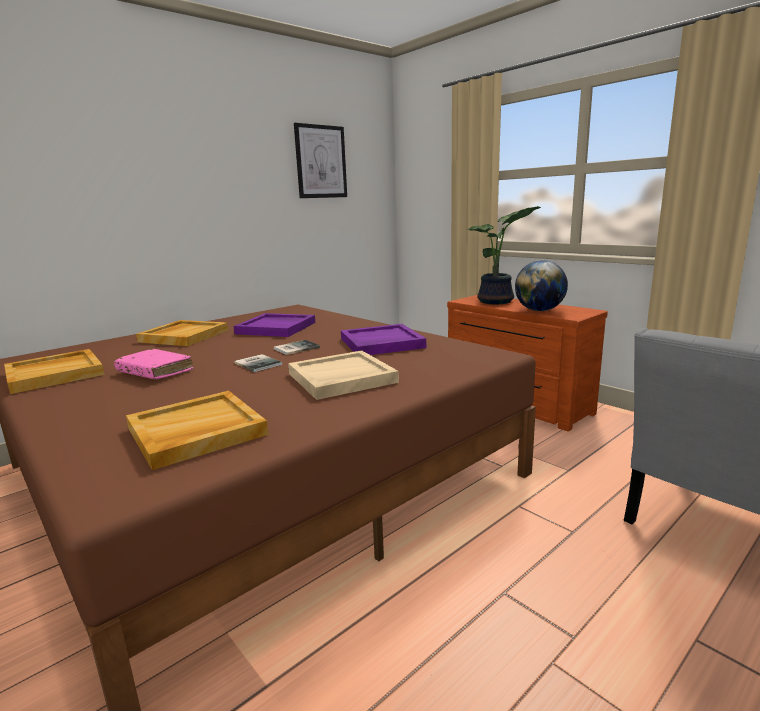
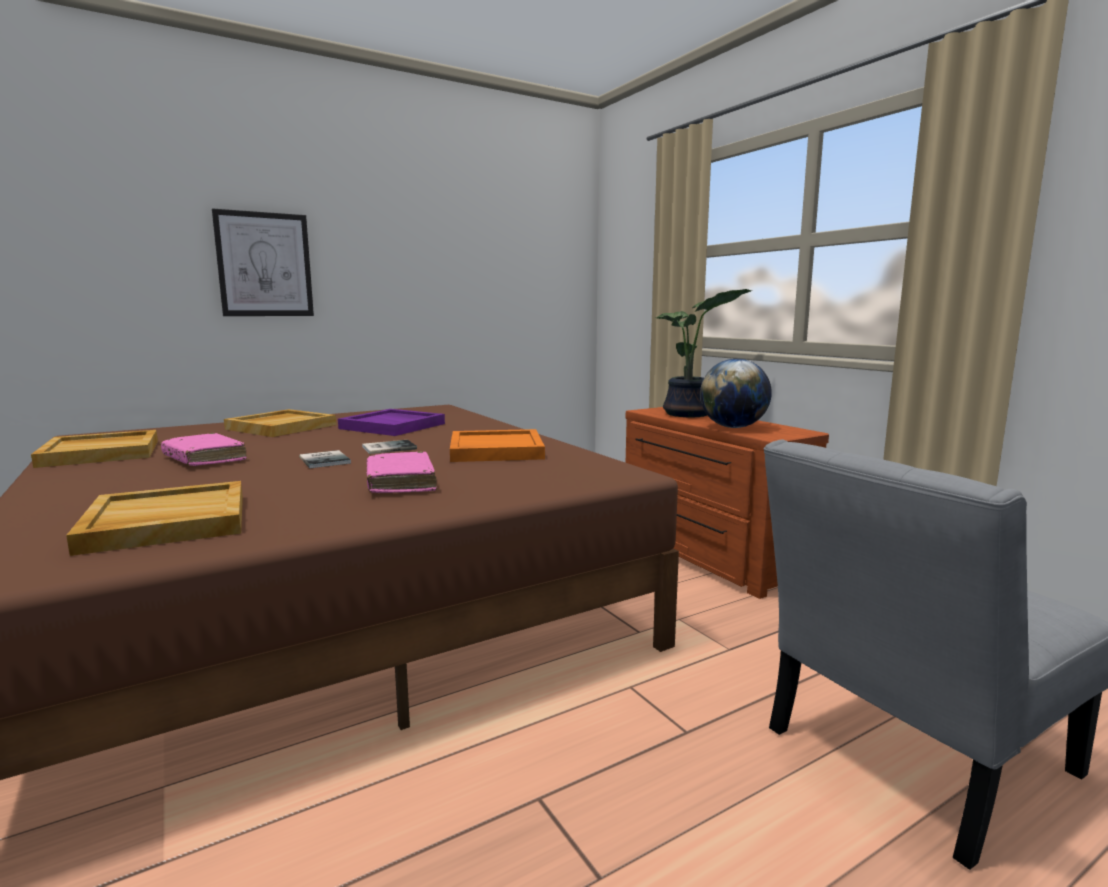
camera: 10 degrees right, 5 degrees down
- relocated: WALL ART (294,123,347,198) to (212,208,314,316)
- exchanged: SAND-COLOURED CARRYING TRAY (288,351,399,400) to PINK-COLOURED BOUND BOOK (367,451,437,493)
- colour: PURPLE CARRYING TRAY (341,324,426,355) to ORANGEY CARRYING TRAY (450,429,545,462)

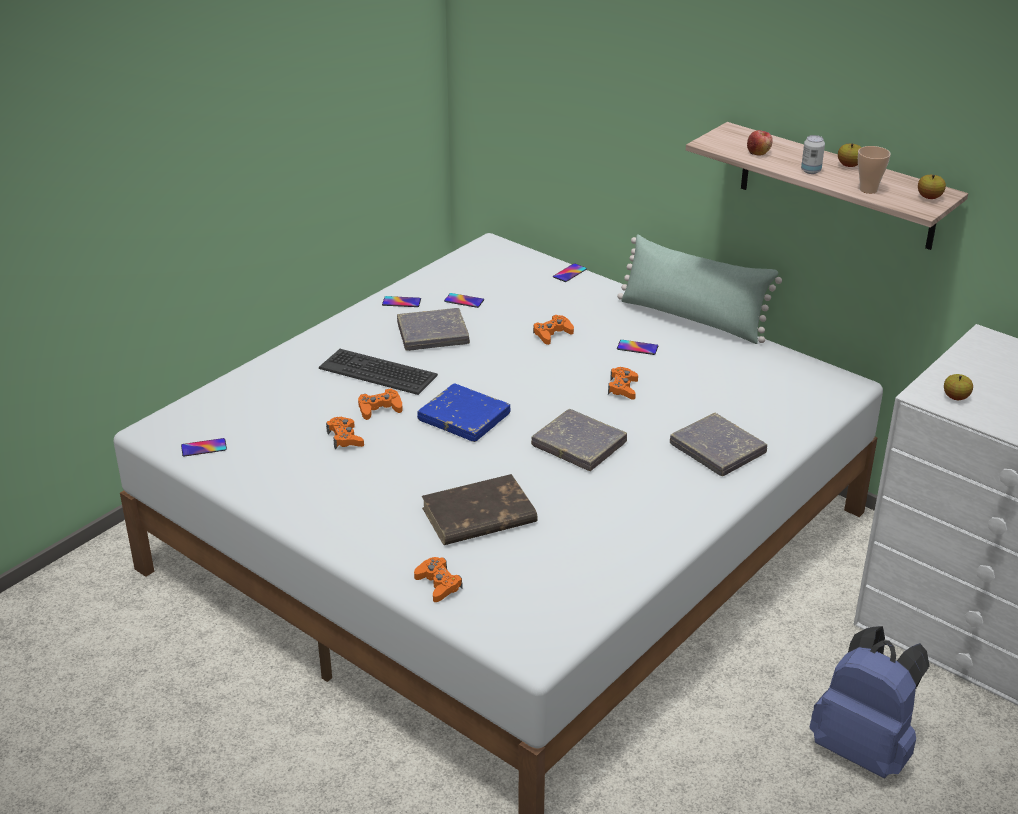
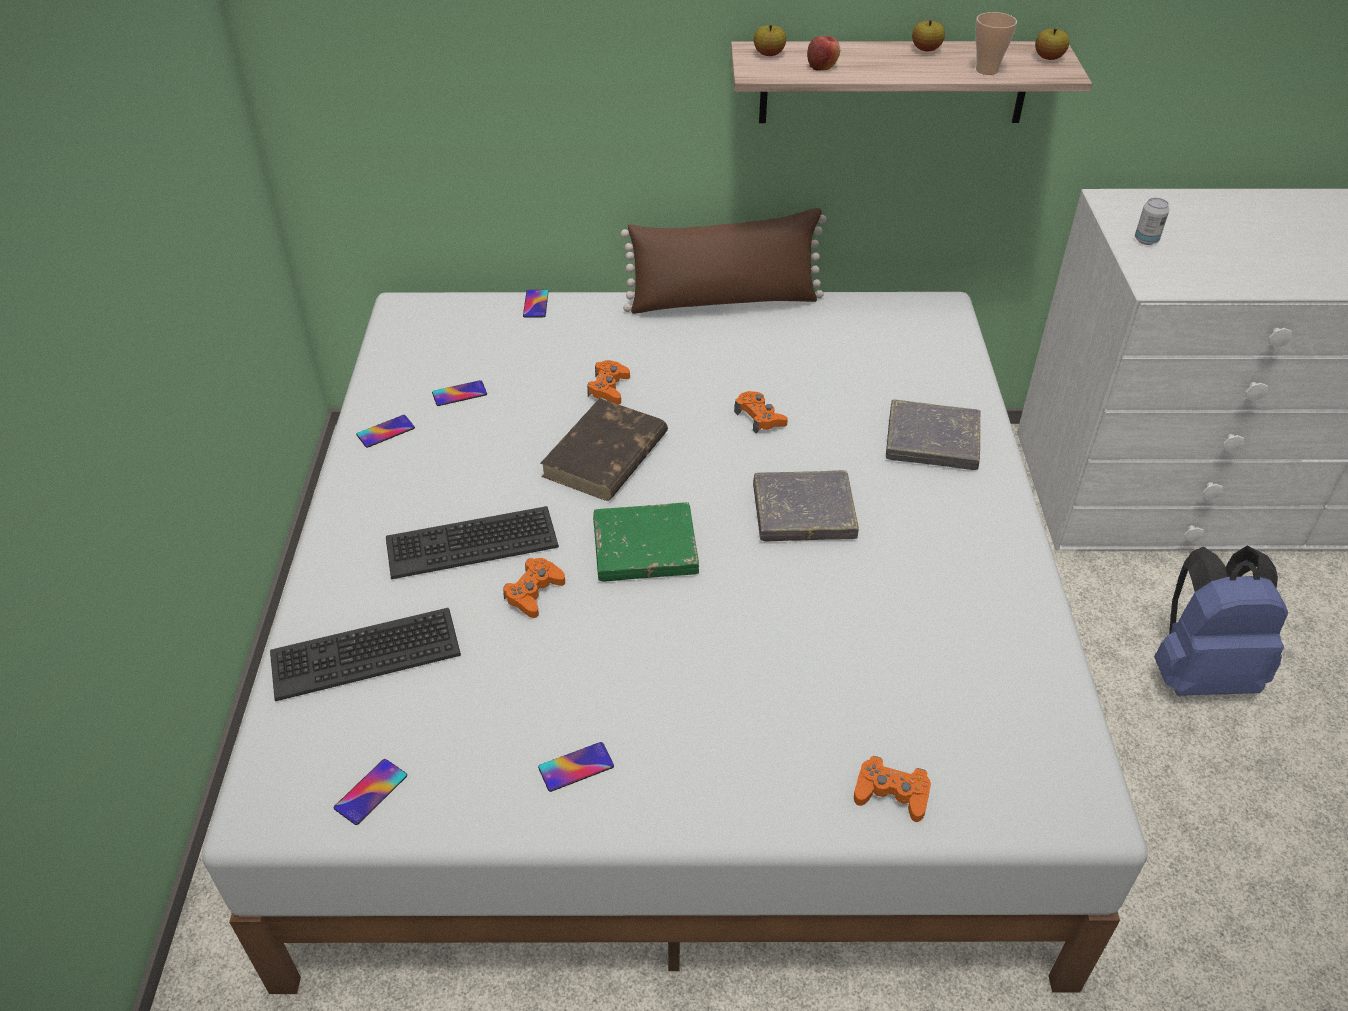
camera: 40 degrees left, 10 degrees up
- missing: ORANGEY JOYPAD (326,417,364,450)
- missing: GREYISH BOUND BOOK (397,308,470,351)
- appeared: COMPUTER KEYBOARD (270,608,461,701)
- relocated: BROWN BOUND BOOK (422,474,538,545) to (540,398,668,501)
- relocated: HANDSET (617,340,658,355) to (538,742,614,792)
- relocated: SEALED CAN (801,135,825,174) to (1135,198,1169,245)
- relocated: WHOLE APPLE (944,374,973,400) to (754,25,786,56)
- colour: BLUISH BOUND BOOK (417,383,511,442) to GREENISH BOUND BOOK (593,502,699,582)
- colour: GREENISH CUSHION (617,234,782,344) to BROWN CUSHION (621,208,827,314)

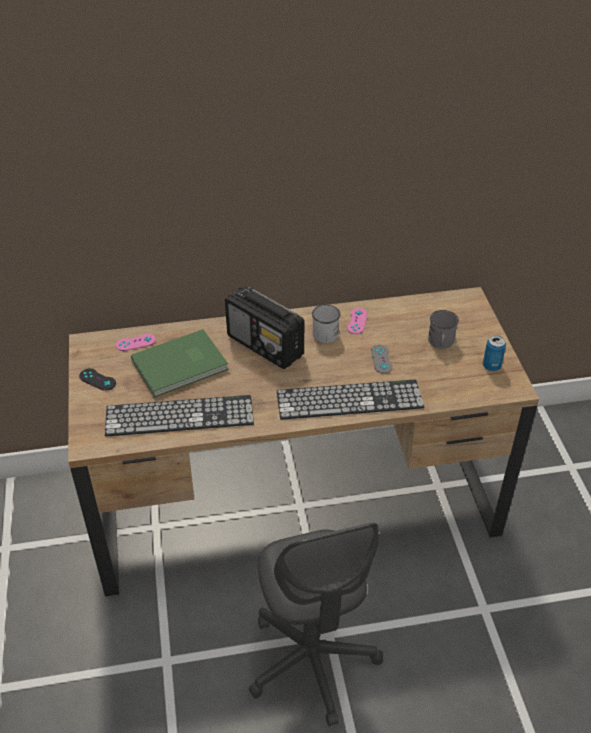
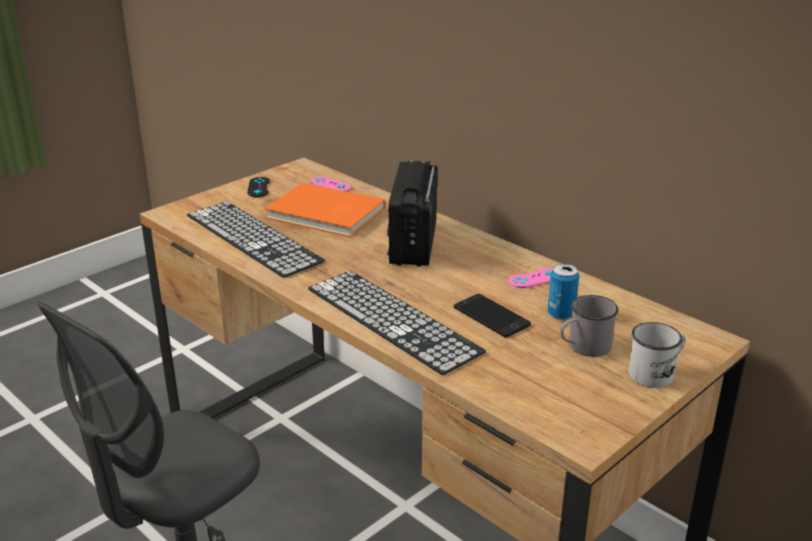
camera: 55 degrees right, 15 degrees down
- relocated: WHITISH COFFEE MUG (312,305,340,343) to (628,322,686,388)
- relocated: SEALED CAN (483,336,506,371) to (548,264,579,320)
- exchanged: GREYISH JOYPAD (371,345,393,374) to HANDSET (454,294,531,338)
- colour: GREENISH BOUND BOOK (131,329,229,398) to ORANGEY BOUND BOOK (264,183,385,237)

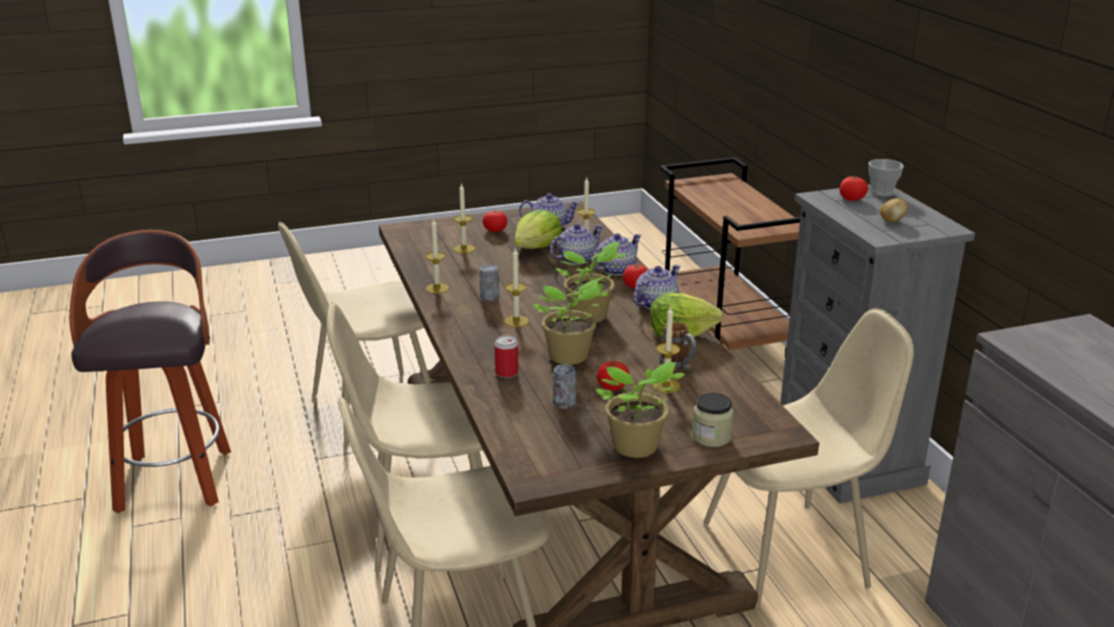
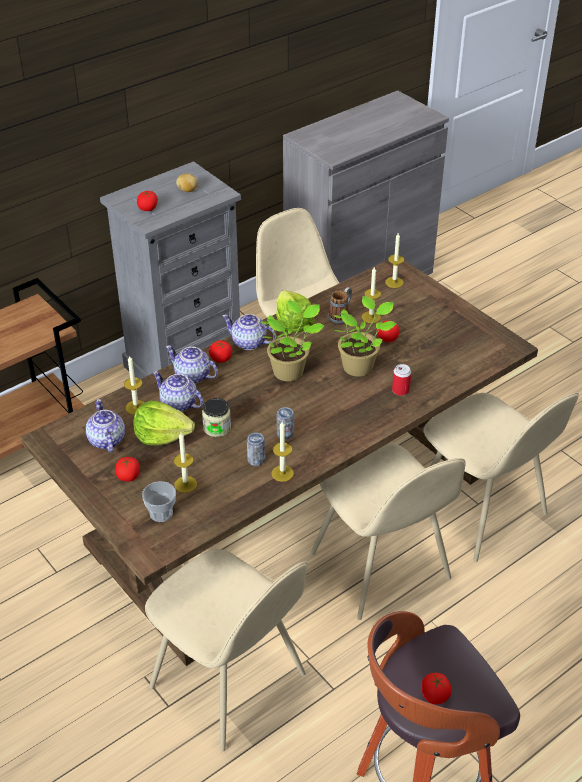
camera: 110 degrees left, 15 degrees up
- missing: HOUSEPLANT (595,362,685,458)
- appeared: FRESH TOMATO (421,673,452,704)
- relocated: WAX CANDLE (504,249,529,327) to (385,233,404,288)
- relocated: SEALED CAN (553,364,576,409) to (247,433,265,466)
- relocated: JAR (692,393,733,447) to (202,398,231,437)
- relocated: SMALL CUP (869,159,903,197) to (142,481,176,522)

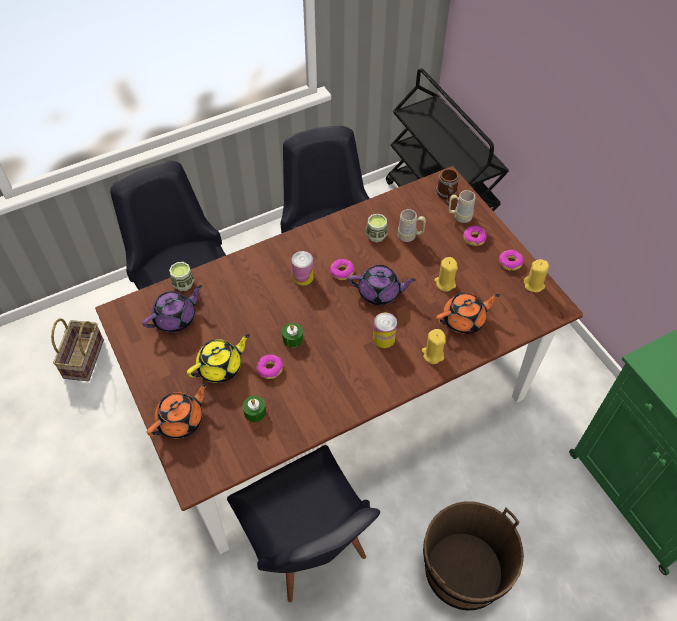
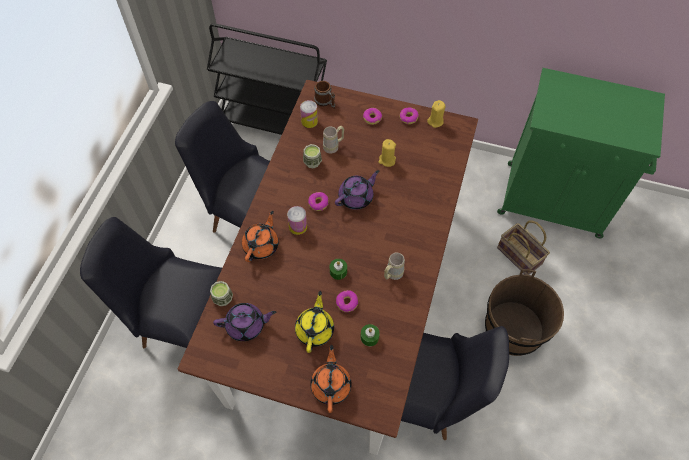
camera: 45 degrees left, 5 degrees up
- missing: YELLOW-COLOURED WAX CANDLE (422,329,446,364)
- relocated: STORAGE BASKET (51,318,104,381) to (497,221,550,275)
- relocated: SEALED CAN (373,313,397,348) to (300,100,318,128)
- relocated: ORANGEY TEA POT (436,292,500,334) to (242,211,278,262)
- relocated: SAND-COLOURED COFFEE MUG (448,190,475,223) to (384,253,405,280)
- spun: PURPLE TEA POT (142,285,202,333) = (213,303,276,341) 75 degrees clockwise

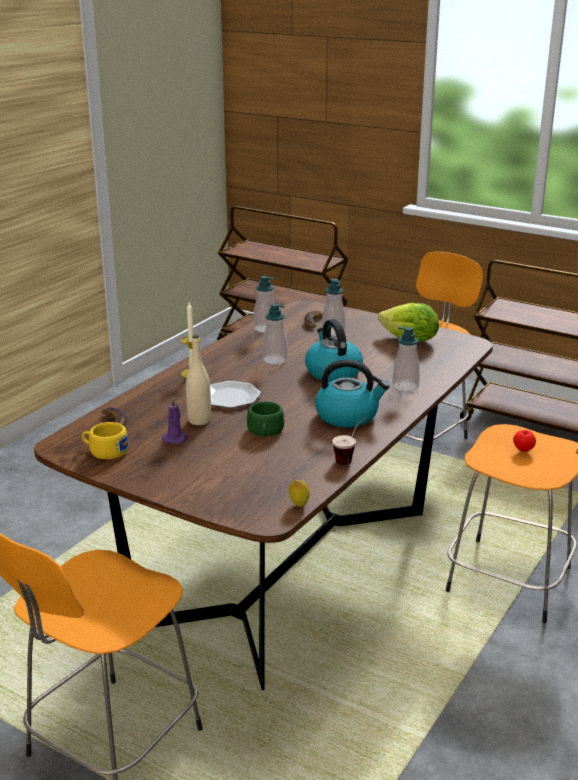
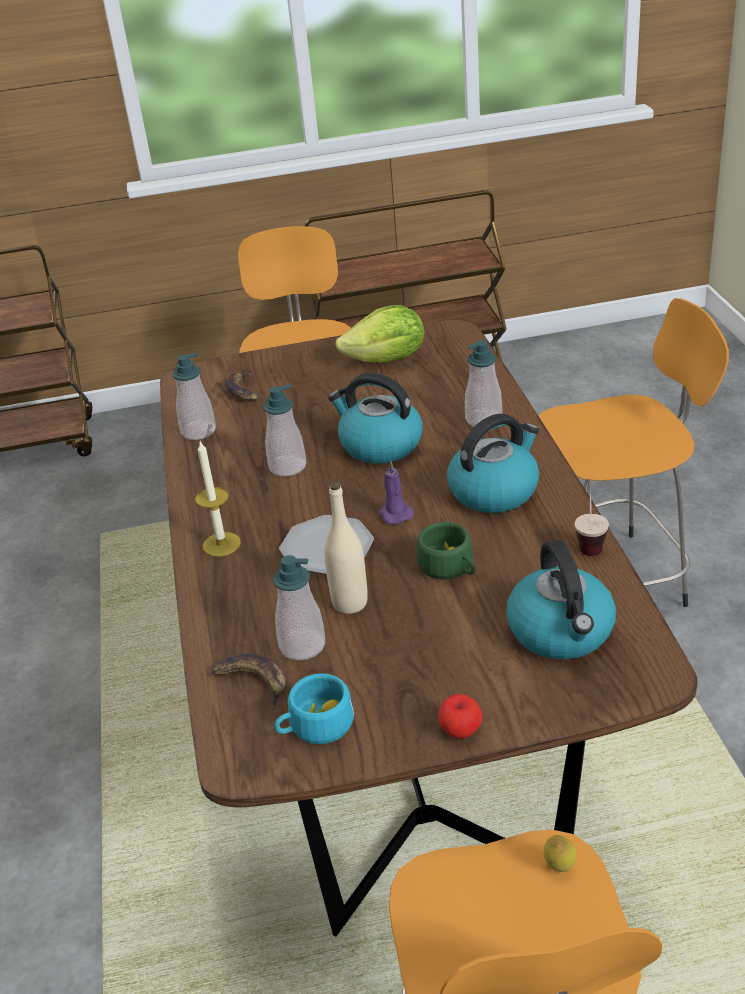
camera: 40 degrees left, 10 degrees up
- appeared: KETTLE (506,540,616,660)
- relocated: PURPLE WAX CANDLE (162,397,188,444) to (378,461,414,524)
- relocated: WHOLE LEMON (289,480,310,507) to (544,835,577,872)
- relocated: SOAP BOTTLE (322,279,346,336) to (273,555,325,660)
- relocated: WHOLE APPLE (513,430,536,452) to (438,694,483,739)
- colour: YELLOW-COLOURED SMALL CUP (82,422,129,459) to BLUE-GREEN SMALL CUP (274,673,354,744)

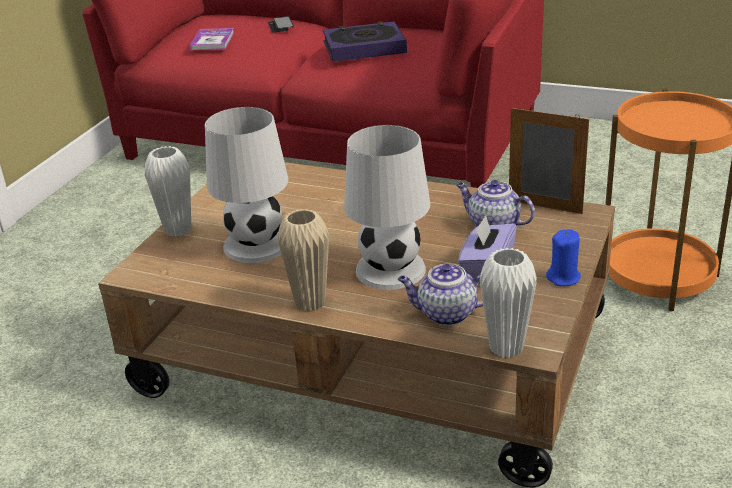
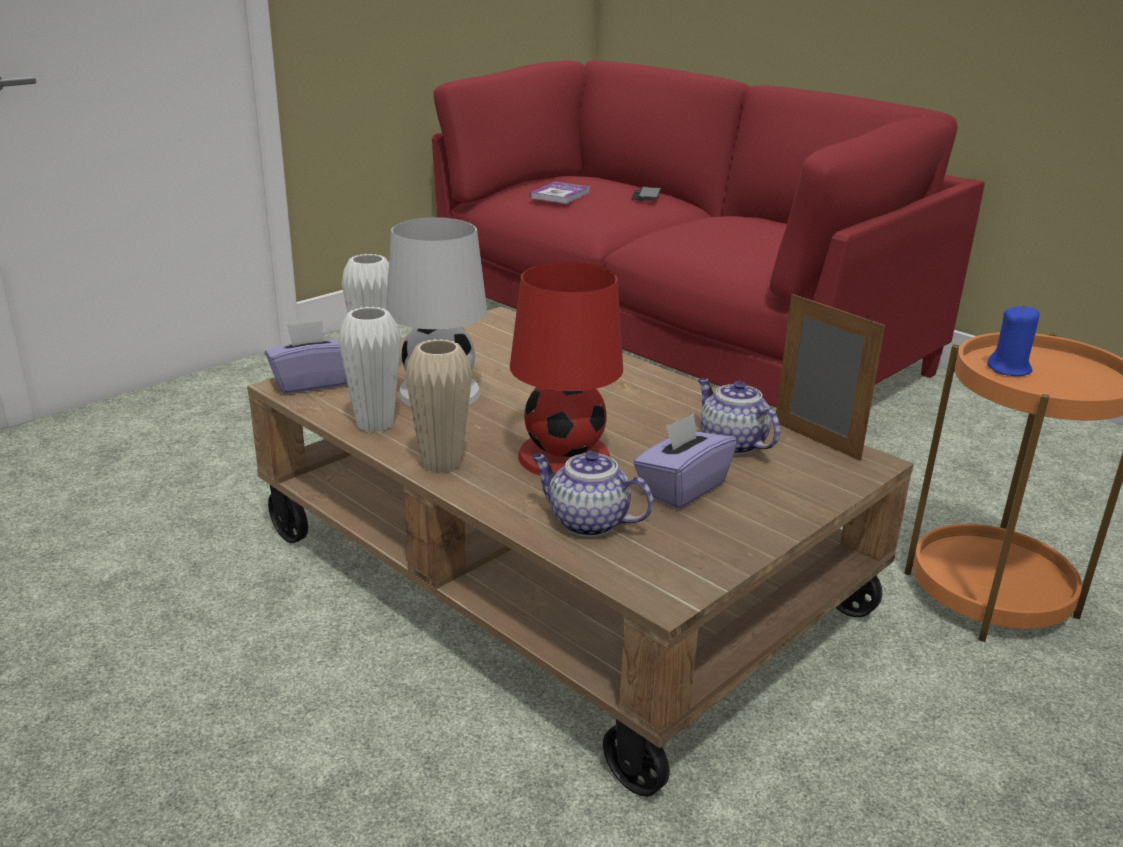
camera: 20 degrees right, 5 degrees down
- missing: BOUND BOOK (323,21,407,62)
- appeared: PURPLE TISSUE HOLDER (265,321,347,394)
- relocated: WHITISH FLOWER VASE (480,248,537,358) to (338,307,401,433)
- relocated: BLUISH WAX CANDLE (546,229,581,286) to (987,305,1039,376)
- colour: WHITISH LAMP FOR A TABLE (344,125,430,290) to RED-COLOURED LAMP FOR A TABLE (510,262,623,476)

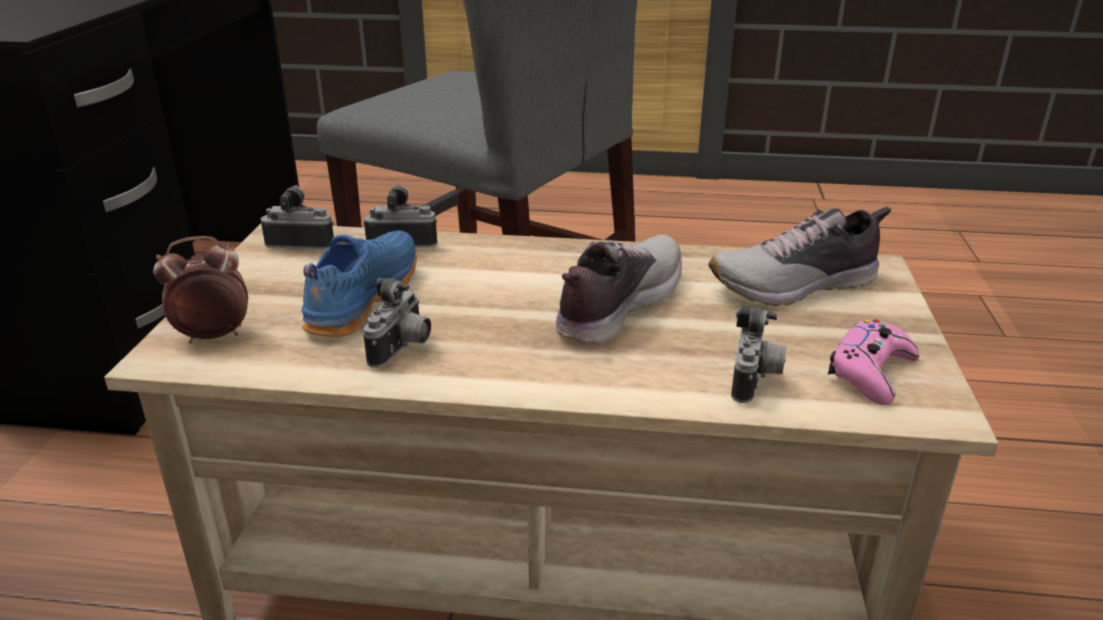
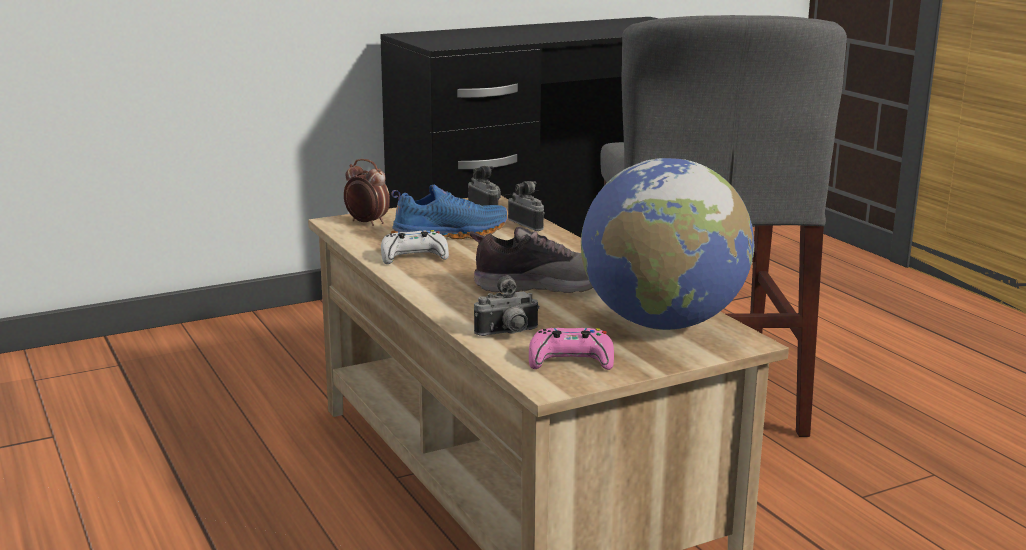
camera: 55 degrees right, 10 degrees down
- exchanged: PHOTO CAMERA (363,278,431,368) to WHITISH JOYPAD (381,230,449,264)
- exchanged: ITEM OF FOOTWEAR (708,207,891,306) to GLOBE (581,158,755,330)

